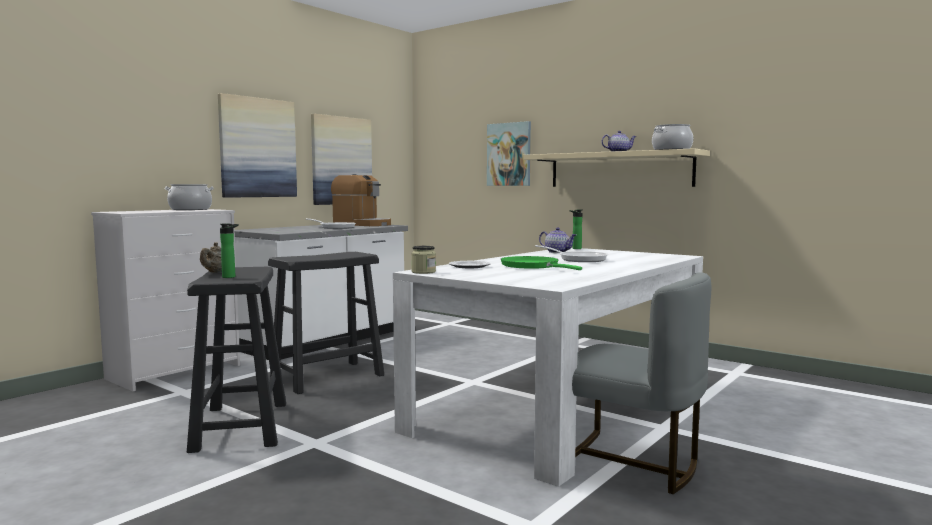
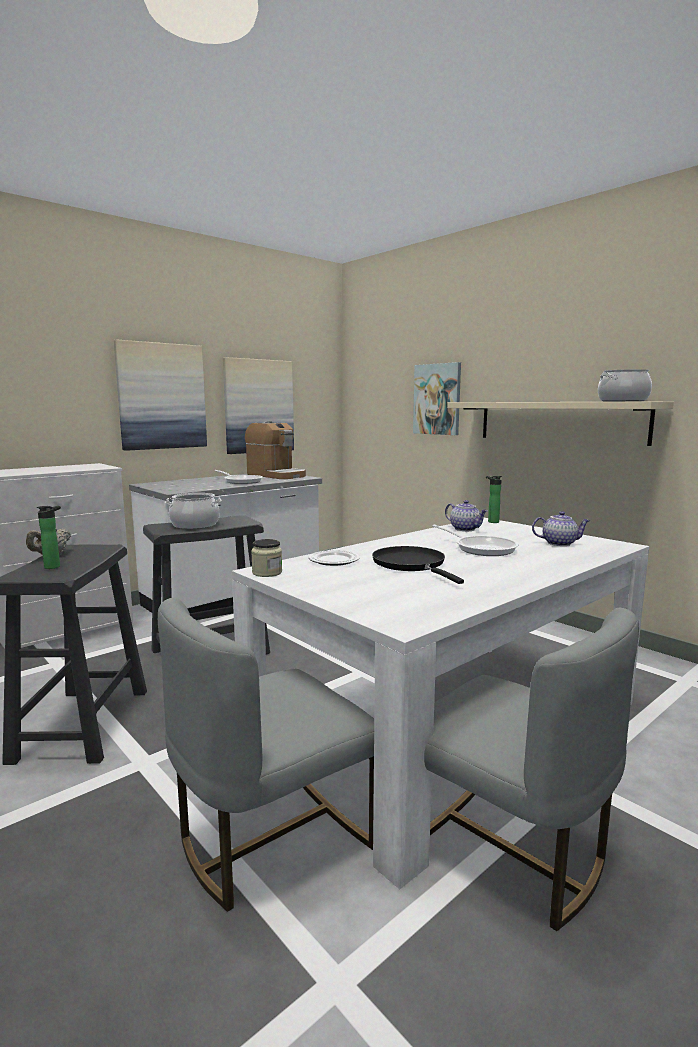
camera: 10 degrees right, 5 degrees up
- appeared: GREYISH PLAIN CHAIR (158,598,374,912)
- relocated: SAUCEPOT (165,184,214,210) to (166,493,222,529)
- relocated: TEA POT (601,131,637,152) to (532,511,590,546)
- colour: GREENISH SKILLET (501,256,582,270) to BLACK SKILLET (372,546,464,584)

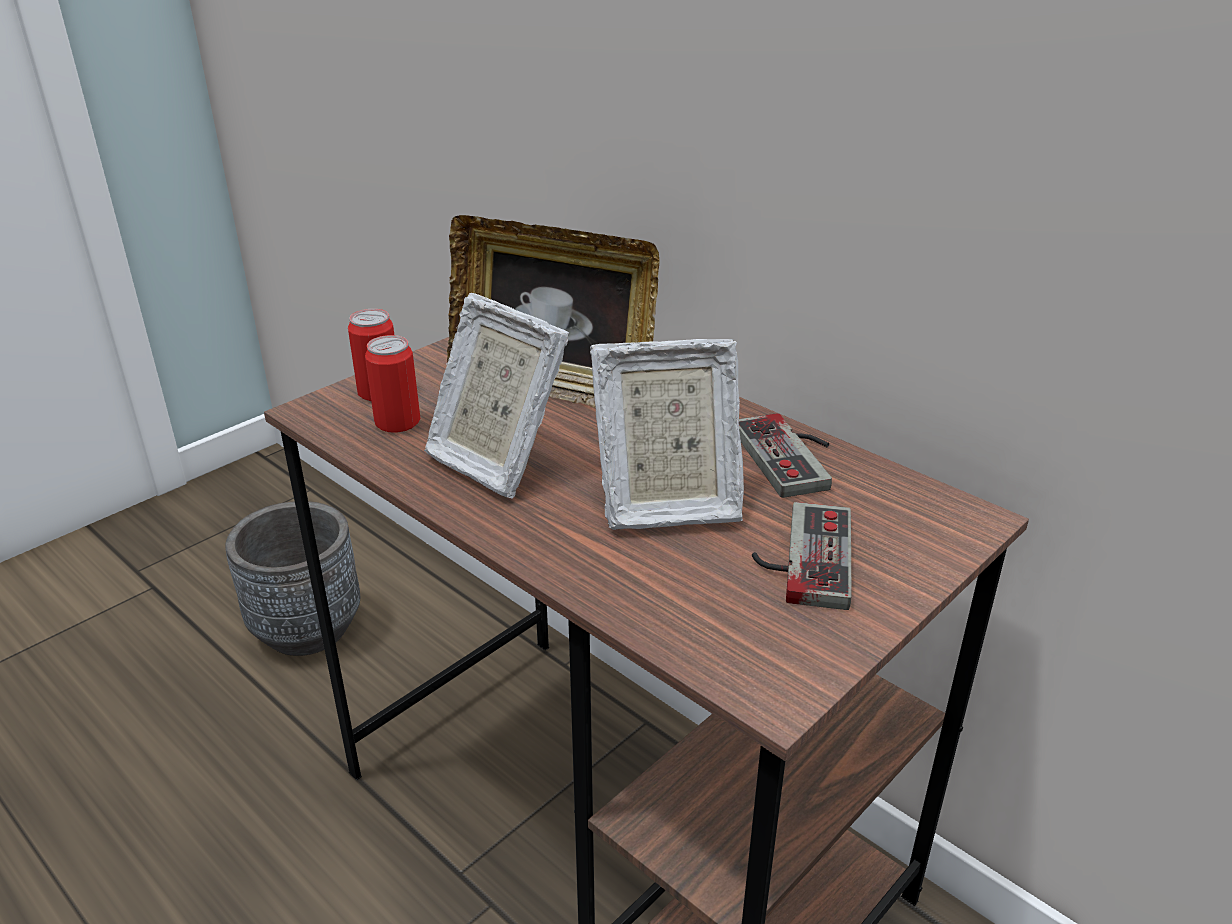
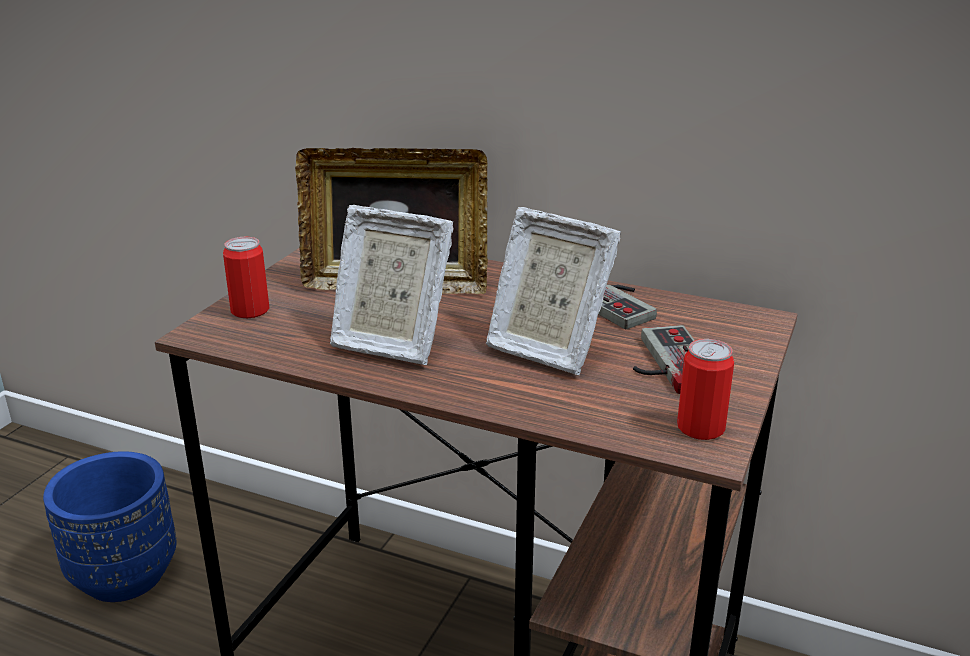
camera: 20 degrees left, 5 degrees down
- relocated: SEALED CAN (365,335,420,433) to (677,339,734,440)
- colour: GREYISH PLANT POT (225,501,360,656) to BLUISH PLANT POT (43,451,177,602)
- spun: PICTURE FRAME (590,339,744,530) = (486,207,621,375) 60 degrees clockwise

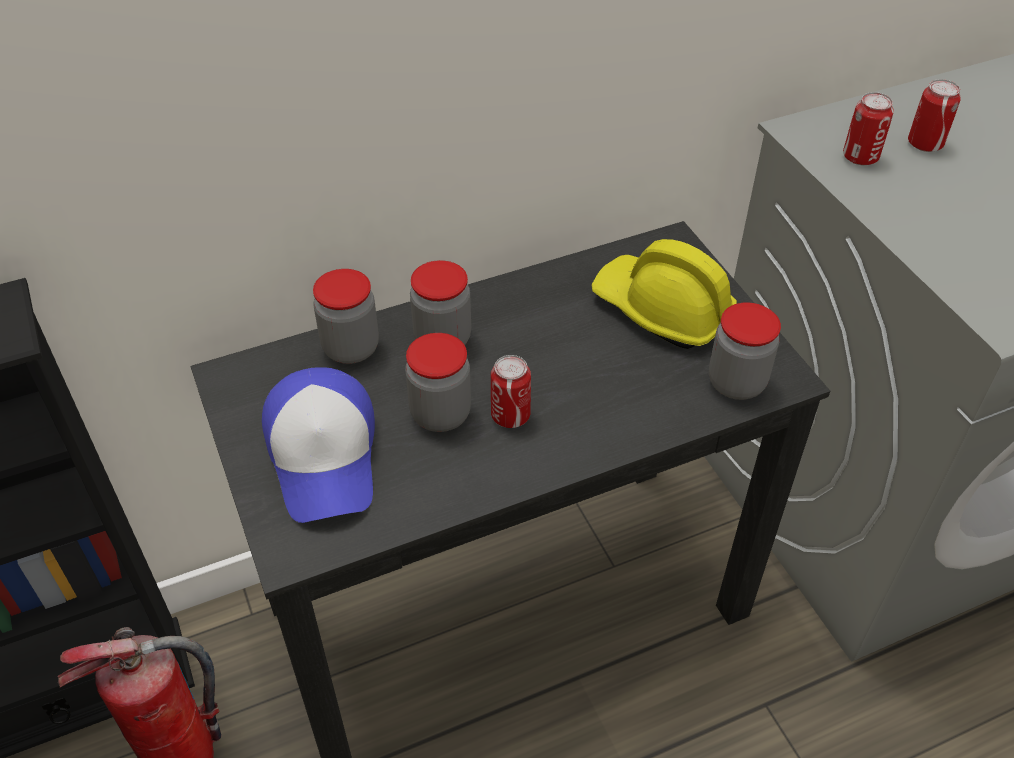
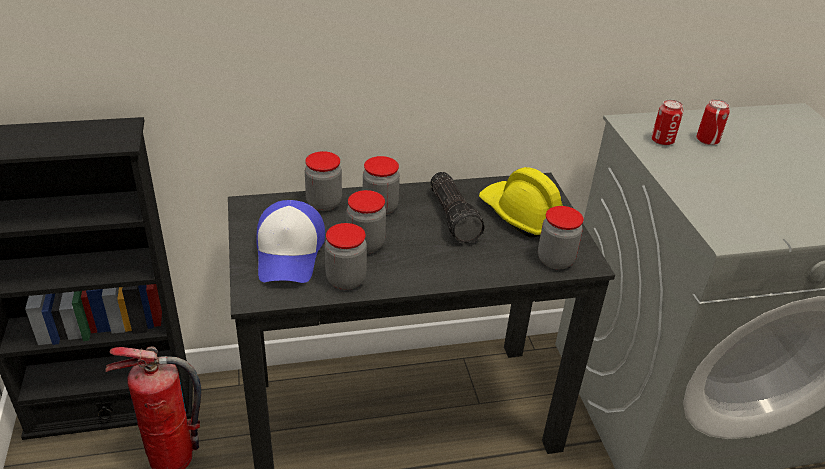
camera: 10 degrees right, 10 degrees down
- missing: SEALED CAN (491,355,531,428)
- appeared: JAR (325,223,367,290)
- appeared: FLASHLIGHT (430,172,485,244)

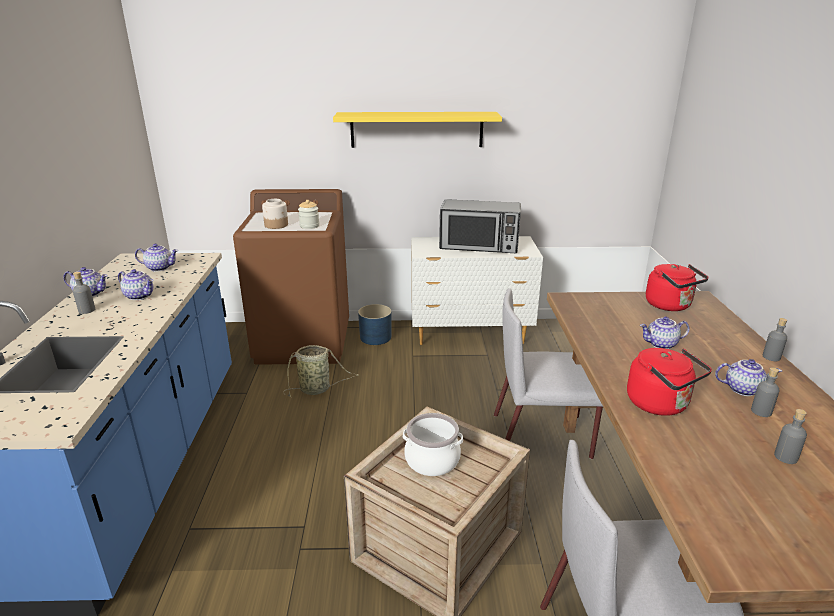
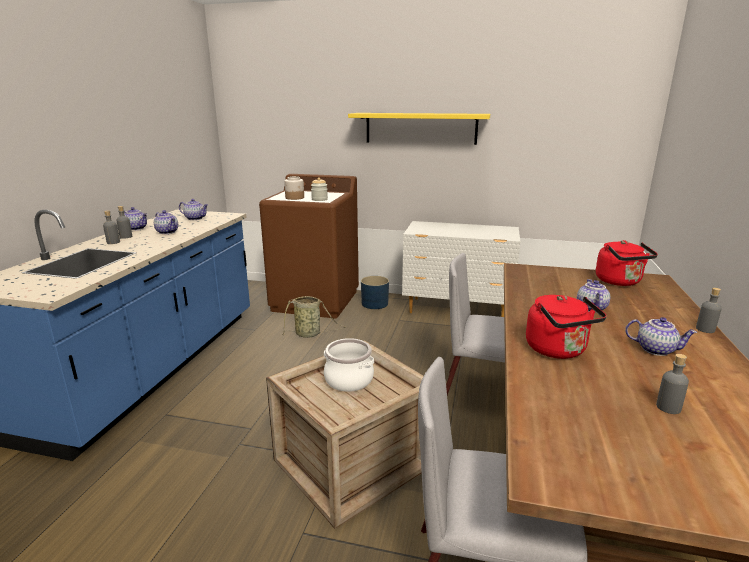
camera: 15 degrees right, 5 degrees down
- missing: KITCHEN MICROWAVE (439,199,521,253)
- relocated: GREYISH BEVERAGE BOTTLE (751,367,779,417) to (103,210,120,244)
- spun: TEA POT (640,316,689,349) = (577,279,610,312) 90 degrees clockwise

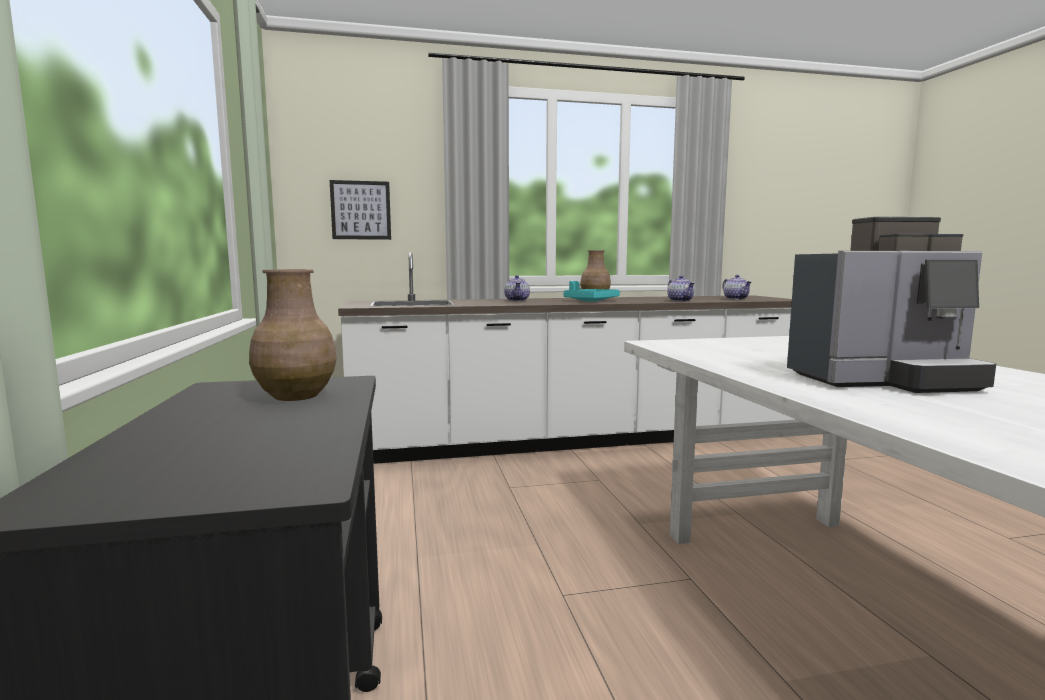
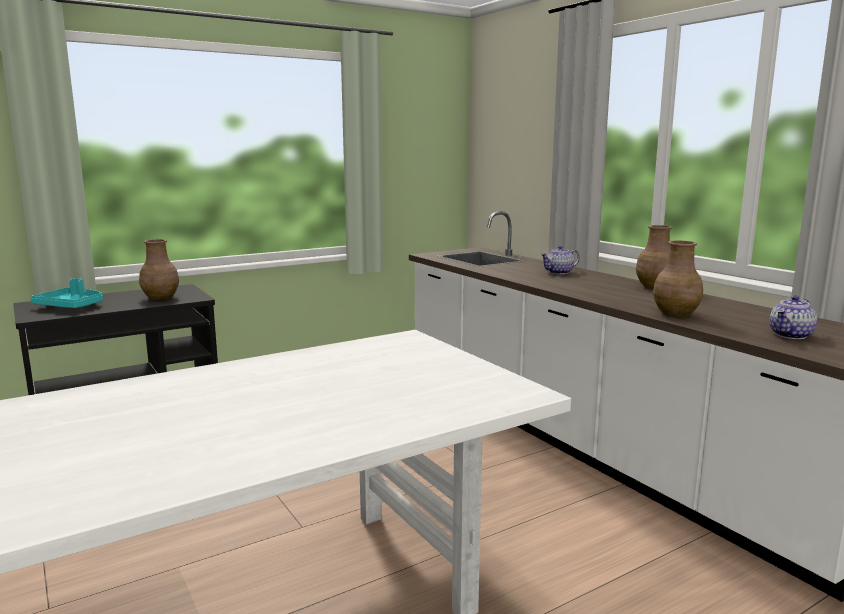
camera: 70 degrees right, 5 degrees up
- missing: WALL ART (330,180,391,240)
- missing: COFFEE BREWER (787,217,996,393)
- relocated: BLUE-GREEN CARRYING TRAY (563,281,620,302) to (31,278,103,308)
- exchanged: TEA POT (667,275,695,301) to BROWN FLOWER VASE (653,240,703,317)

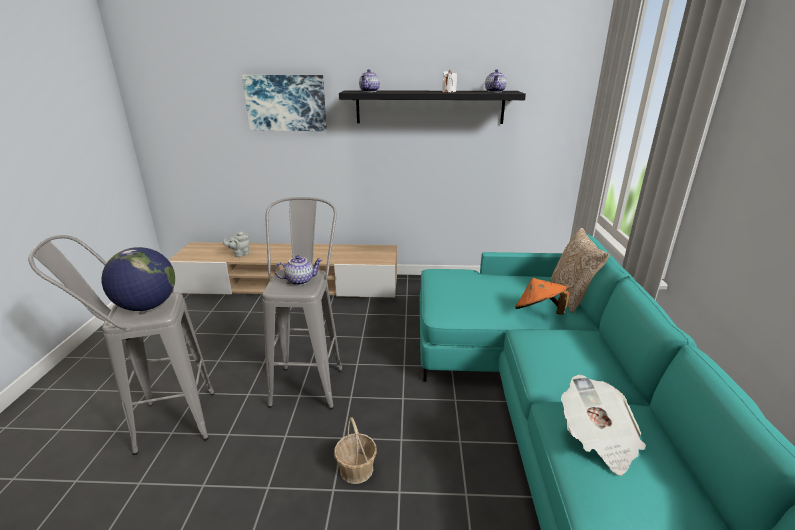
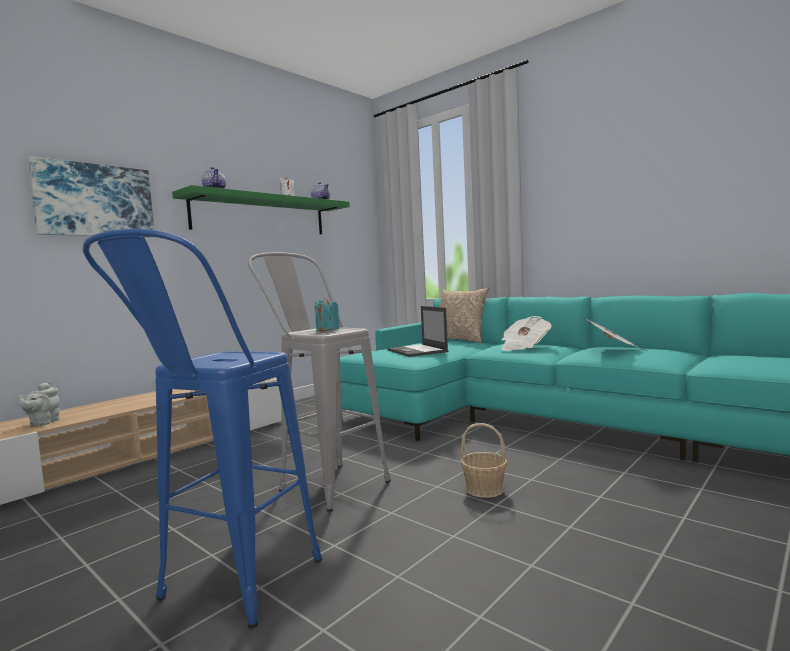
camera: 50 degrees left, 20 degrees down
- missing: GLOBE (101,247,175,311)
- missing: ORANGEY CLOTHING HAT (515,278,569,315)
- appeared: LAPTOP (387,306,448,357)
- appeared: DAILY PAPER (501,316,552,351)
- exchanged: TEA POT (274,255,322,285) to BLUE-GREEN WAX CANDLE (314,297,340,331)
- colour: GREYISH STOOL (28,235,215,455) to BLUISH STOOL (83,229,322,629)
- colour: BLACK WALL SHELF (339,90,526,124) to GREENISH WALL SHELF (172,185,350,234)

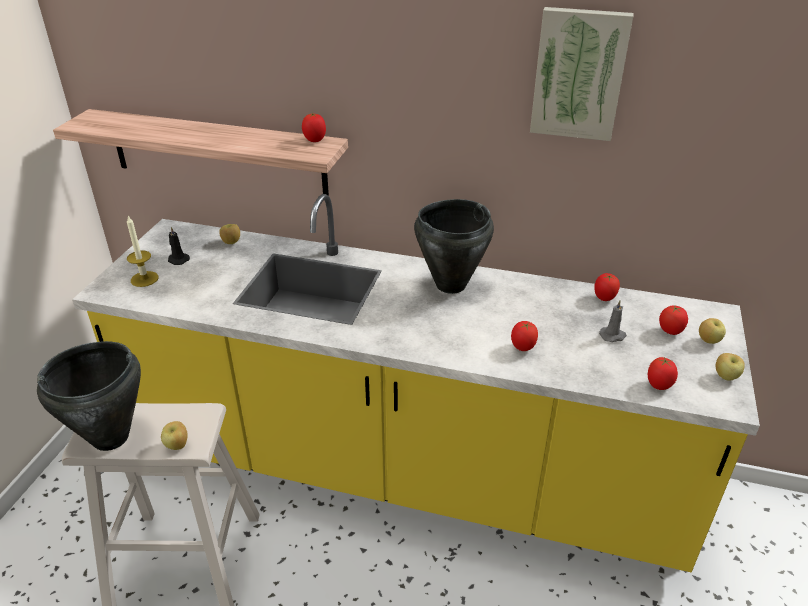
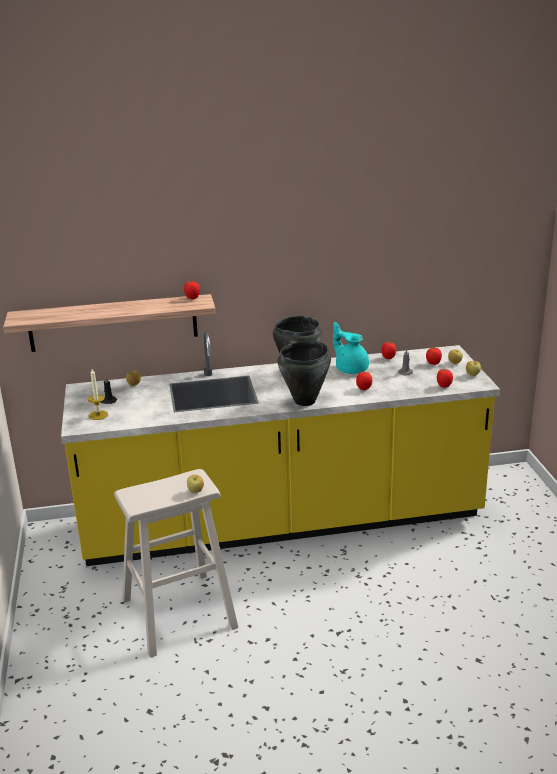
camera: 25 degrees left, 10 degrees down
- missing: WALL ART (530,7,634,141)
- appeared: BLUE-GREEN TEA POT (333,322,369,374)
- relocated: BLACK SAUCEPOT (37,341,141,451) to (278,340,331,406)

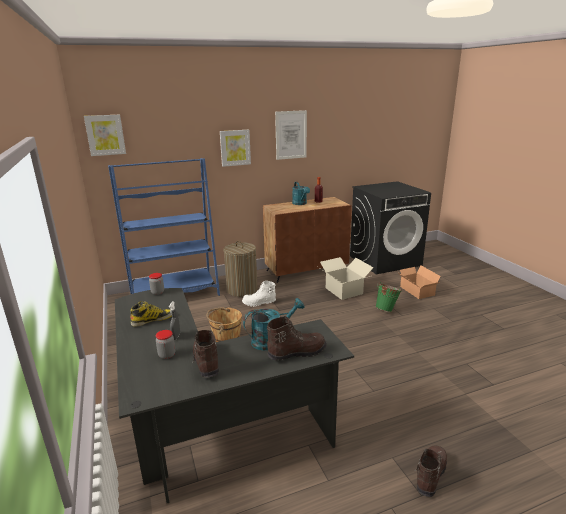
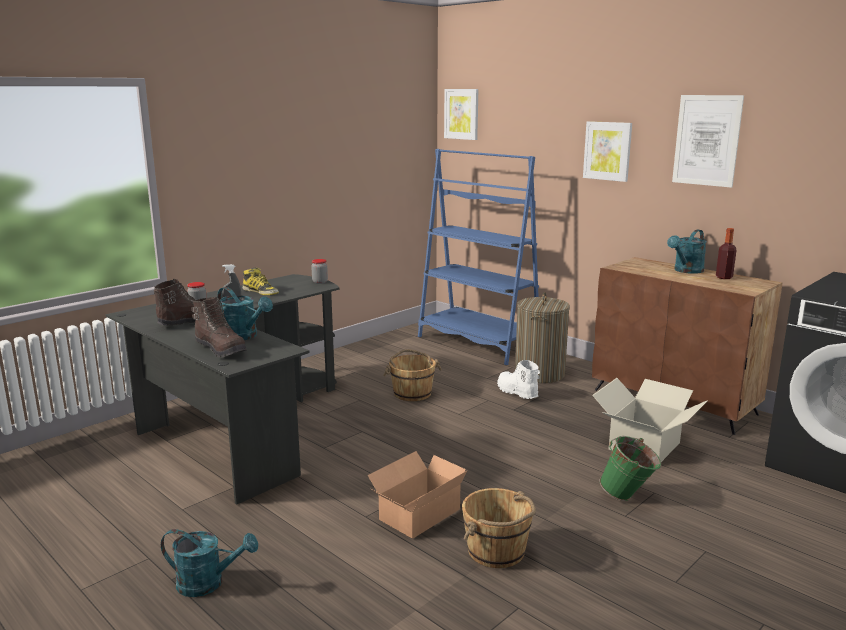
camera: 65 degrees right, 5 degrees down
- appeared: BROWN PAIL (462,488,536,568)
- relocated: PACKING BOX (397,265,441,299) to (367,451,468,539)
- exchanged: BROWN BOOT (415,445,447,497) to BLUE-GREEN WATERING POT (161,529,258,597)

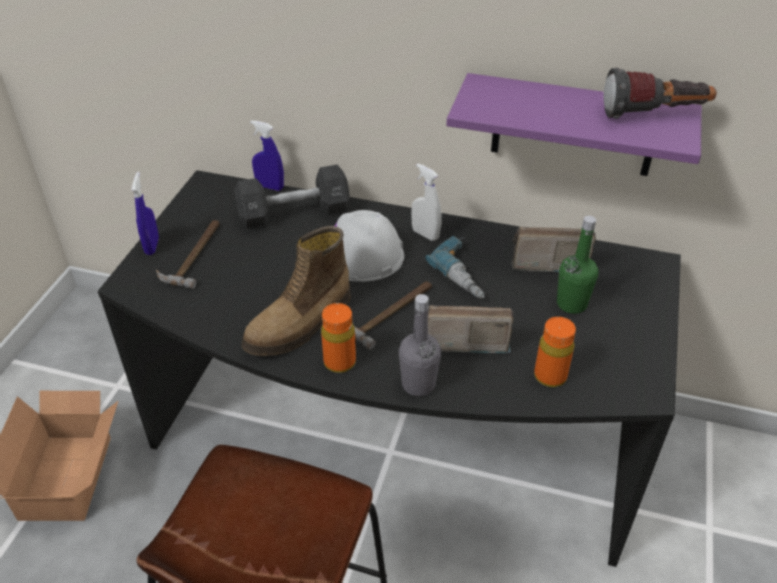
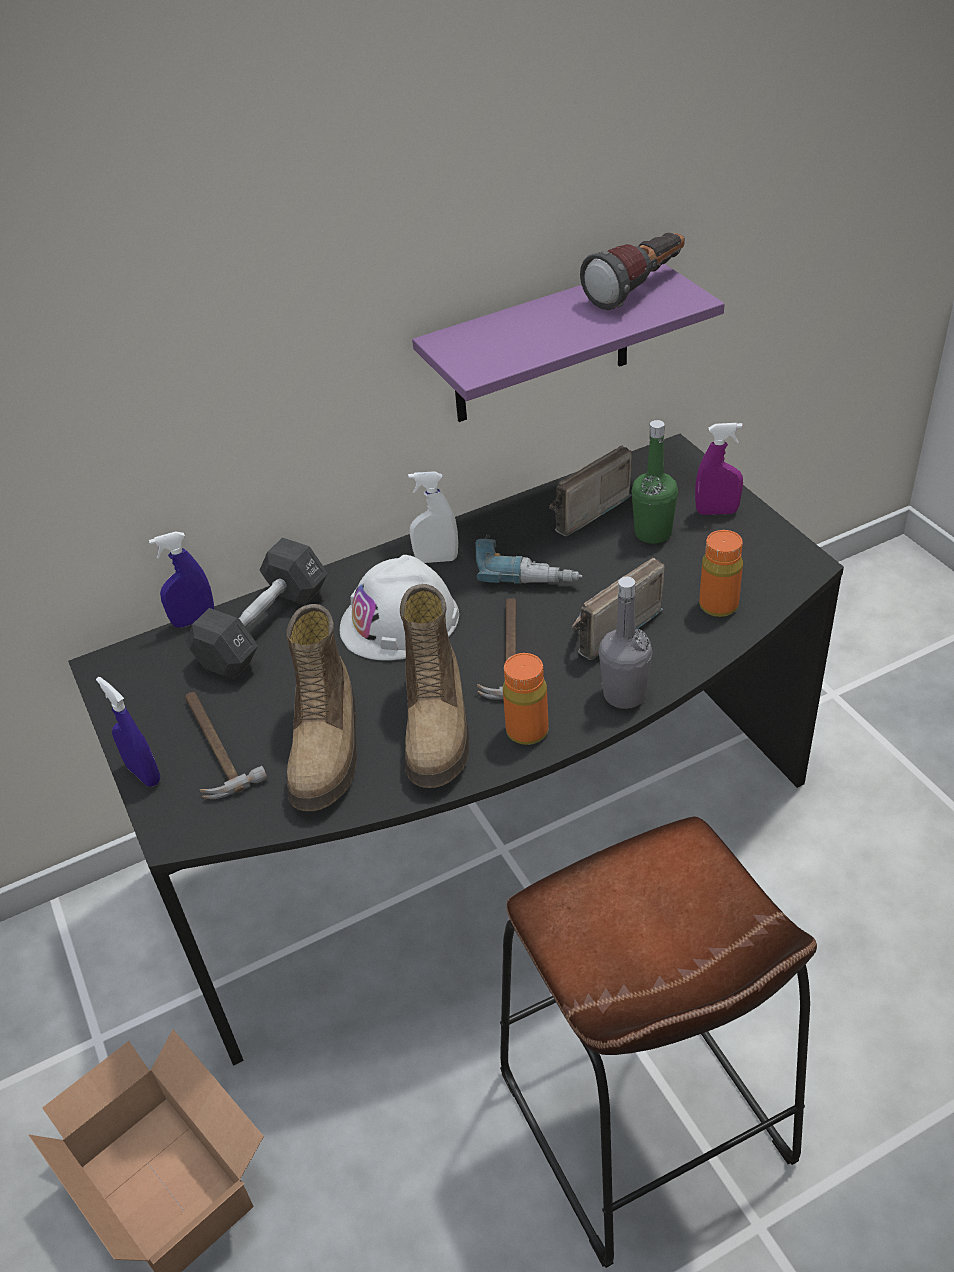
camera: 40 degrees left, 0 degrees up
- appeared: BOOT (286,604,357,811)
- appeared: PURPLE SPRAY BOTTLE (695,423,743,515)

